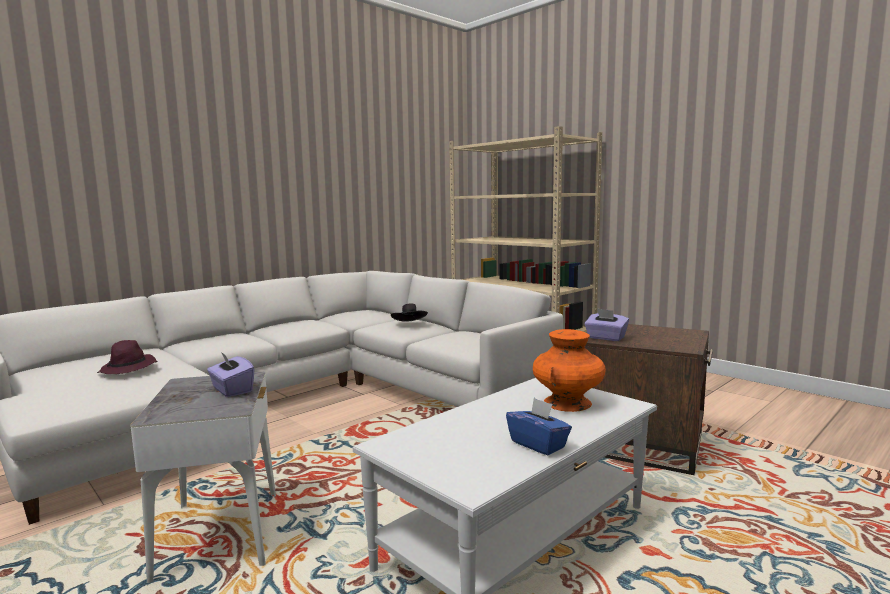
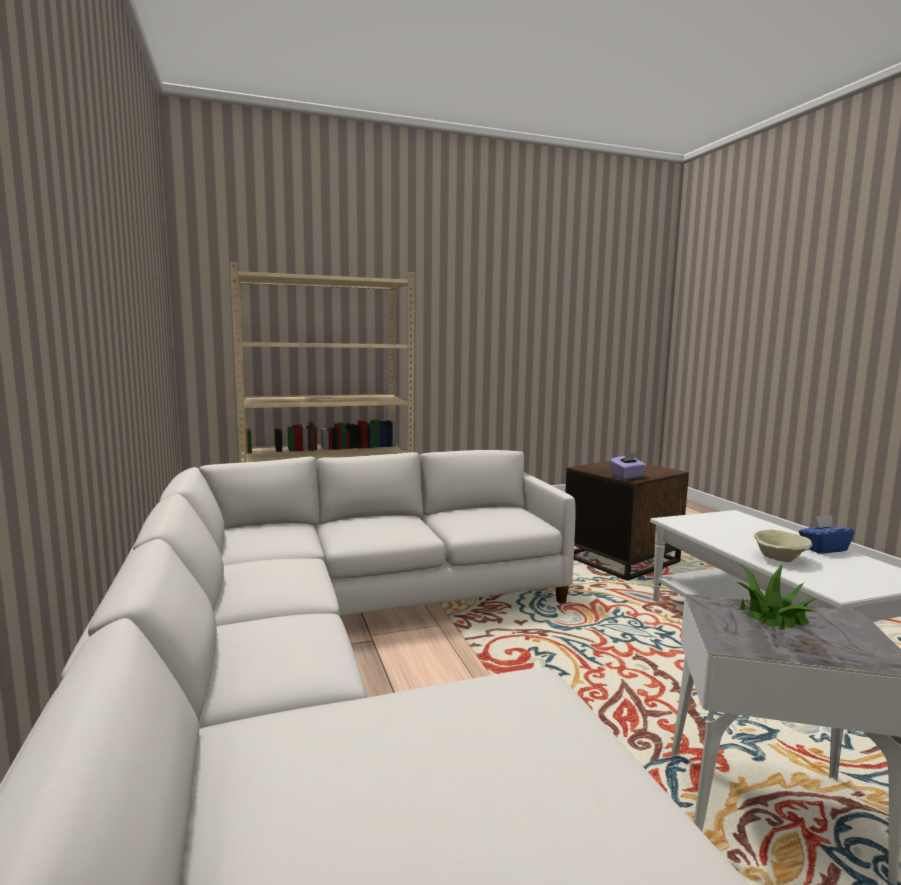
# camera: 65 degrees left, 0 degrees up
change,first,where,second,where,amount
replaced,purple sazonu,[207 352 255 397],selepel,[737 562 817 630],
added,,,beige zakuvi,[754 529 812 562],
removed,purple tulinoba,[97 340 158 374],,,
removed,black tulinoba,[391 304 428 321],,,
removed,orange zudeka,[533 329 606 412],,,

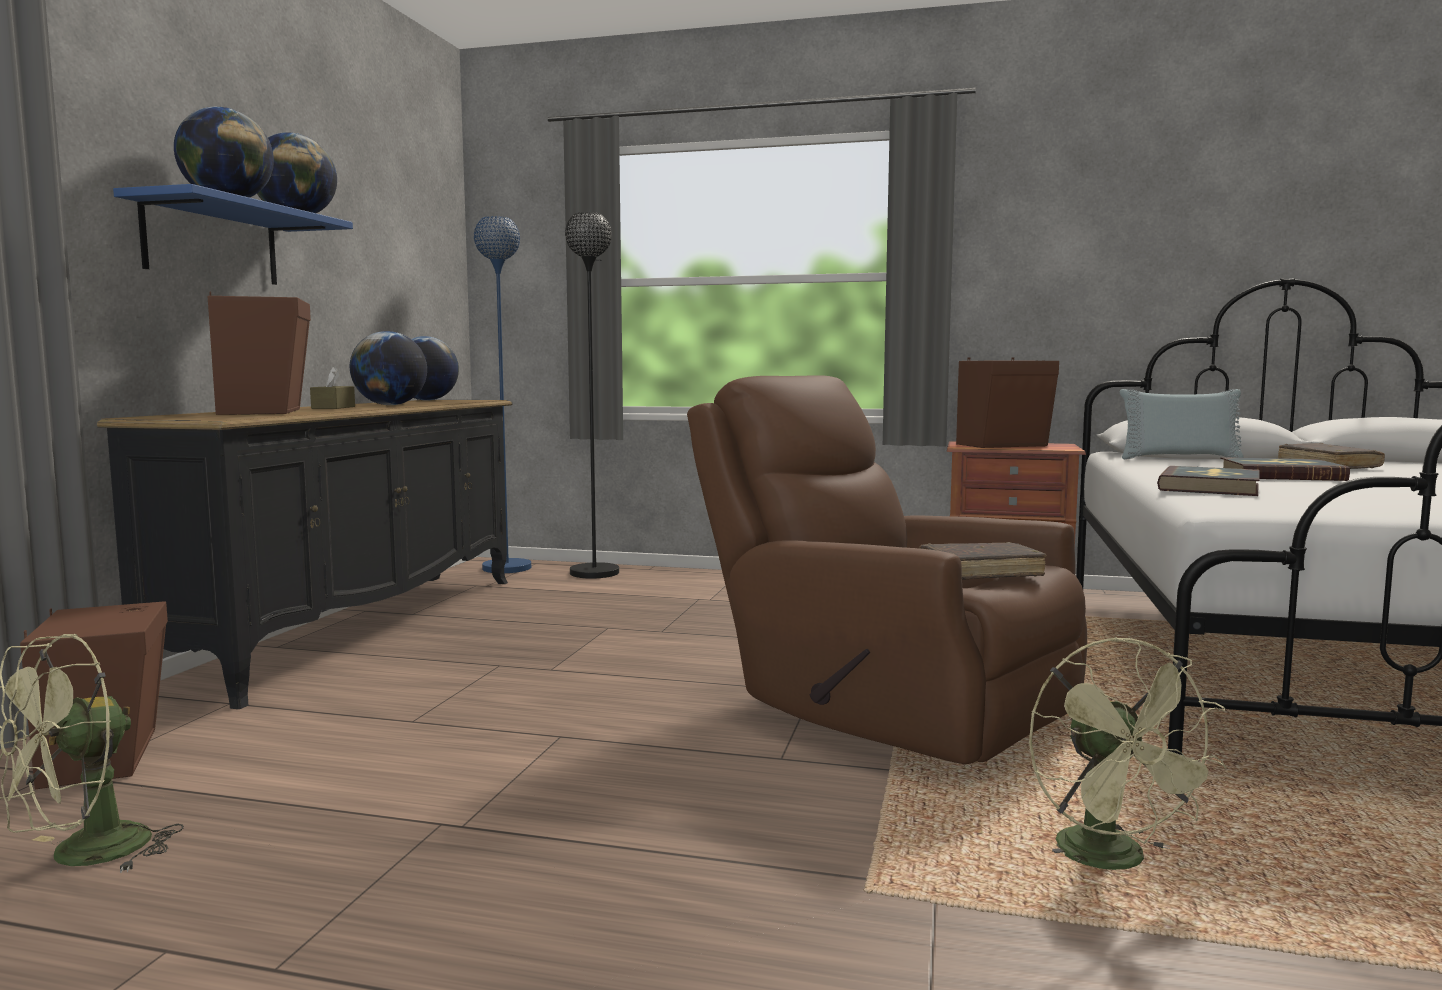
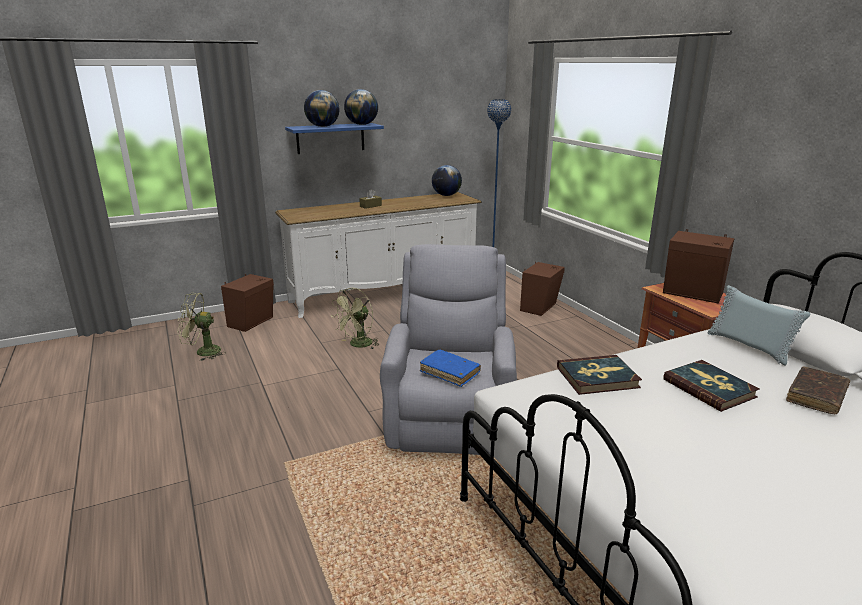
# camera: 50 degrees right, 15 degrees up
change,first,where,second,where,amount
recoloured,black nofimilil,[97 400 512 709],white nofimilil,[275 192 482 318],
moved,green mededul,[1029 637 1228 870],,[332 288 379 349],
recoloured,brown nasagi,[687 375 1087 764],grey nasagi,[380 244 517 455],
recoloured,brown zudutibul,[919 542 1047 580],blue zudutibul,[420 350 481 387],
moved,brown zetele,[208 292 311 415],,[520 262 565 316],
removed,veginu,[350 331 427 405],,,
removed,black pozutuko,[565 212 619 579],,,

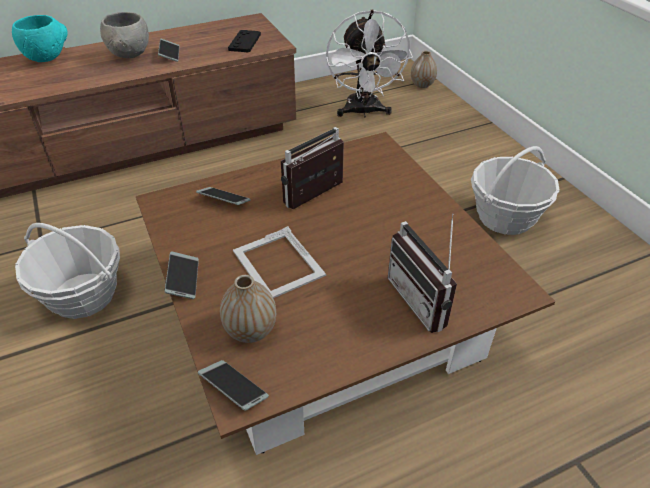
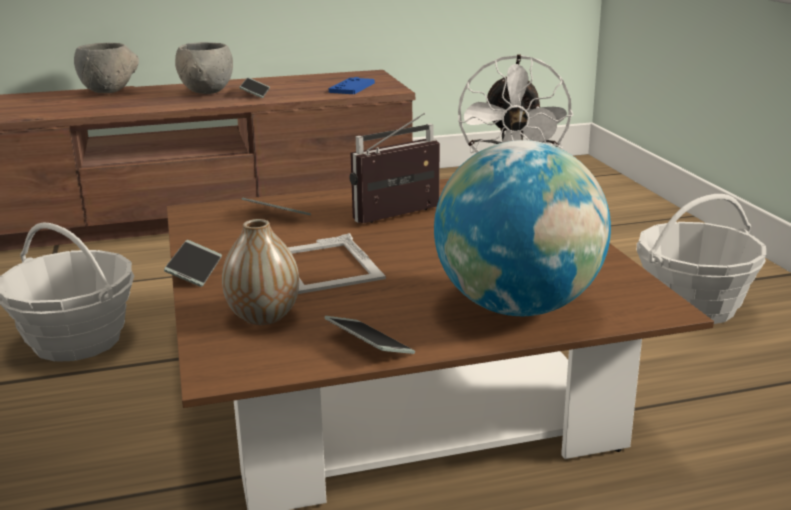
# camera: 10 degrees right, 20 degrees down
change,first,where,second,where,amount
recoloured,turquoise zakuvi,[12 15 68 62],grey zakuvi,[74 43 139 93],
moved,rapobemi,[198 360 269 411],,[324 316 415 354],
recoloured,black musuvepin,[228 30 261 52],blue musuvepin,[329 77 375 94],
replaced,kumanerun,[388 213 457 333],veginu,[434 140 611 316],
removed,zudeka,[411 51 437 88],,,

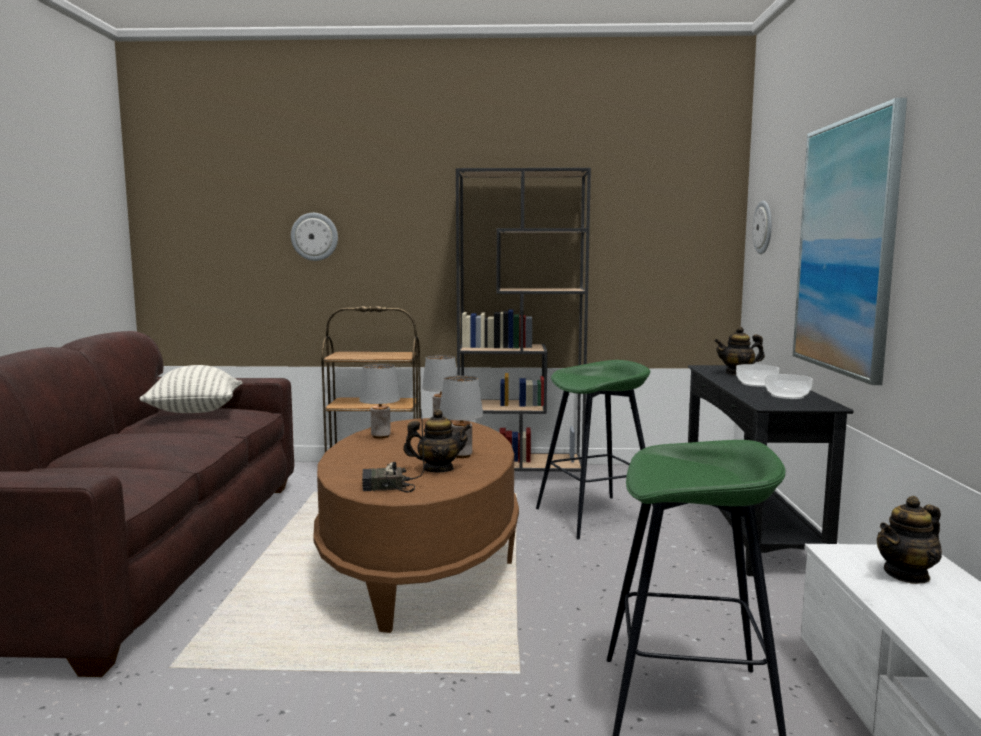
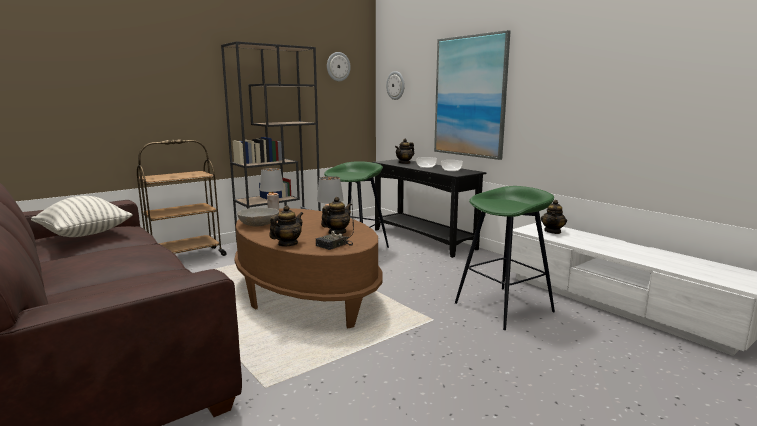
# camera: 40 degrees left, 5 degrees up
change,first,where,second,where,amount
replaced,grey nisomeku,[359 364 400 439],grey zakuvi,[237 208 279 227],
added,,,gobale,[269 205 303 246],
moved,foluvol,[291 213 338 261],,[327 52 351 81],

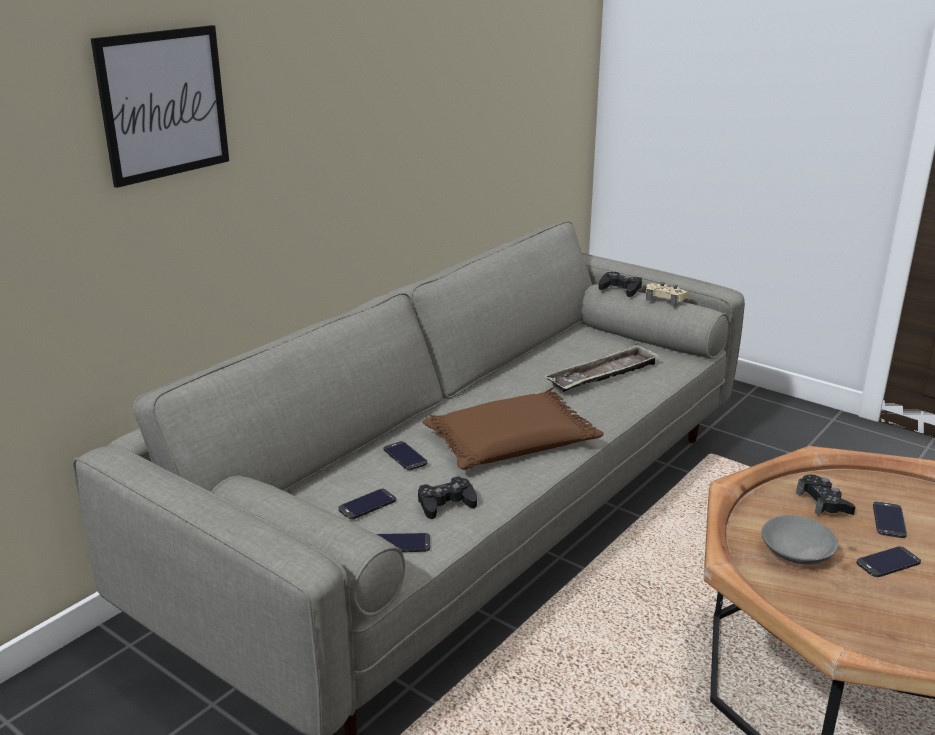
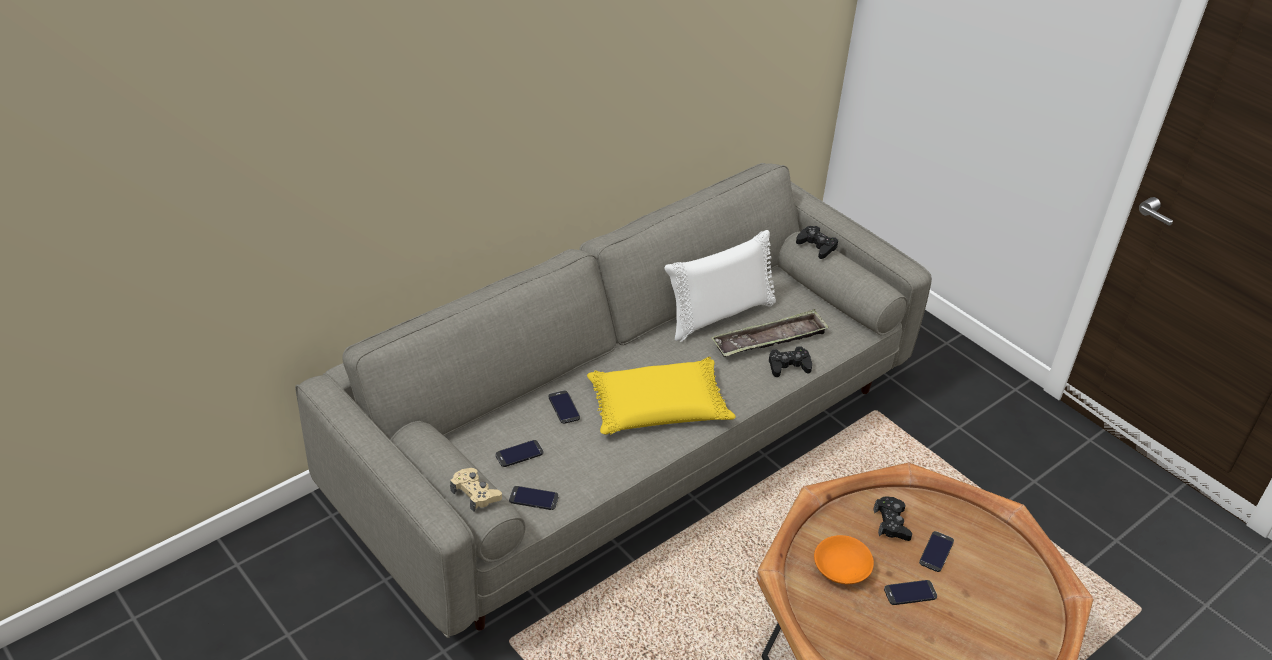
# camera: 10 degrees right, 15 degrees up
change,first,where,second,where,amount
moved,beige musuvepin,[646 282 690 306],,[450 468 502 512],
recoloured,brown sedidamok,[422 388 604 470],yellow sedidamok,[587 356 736 435],
added,,,white sedidamok,[664 230 776 342],
moved,black musuvepin,[418 476 477 519],,[769 346 812 377],
recoloured,grey zakuvi,[761 515 838 565],orange zakuvi,[814 535 874 584],
removed,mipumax,[91 25 229 188],,,

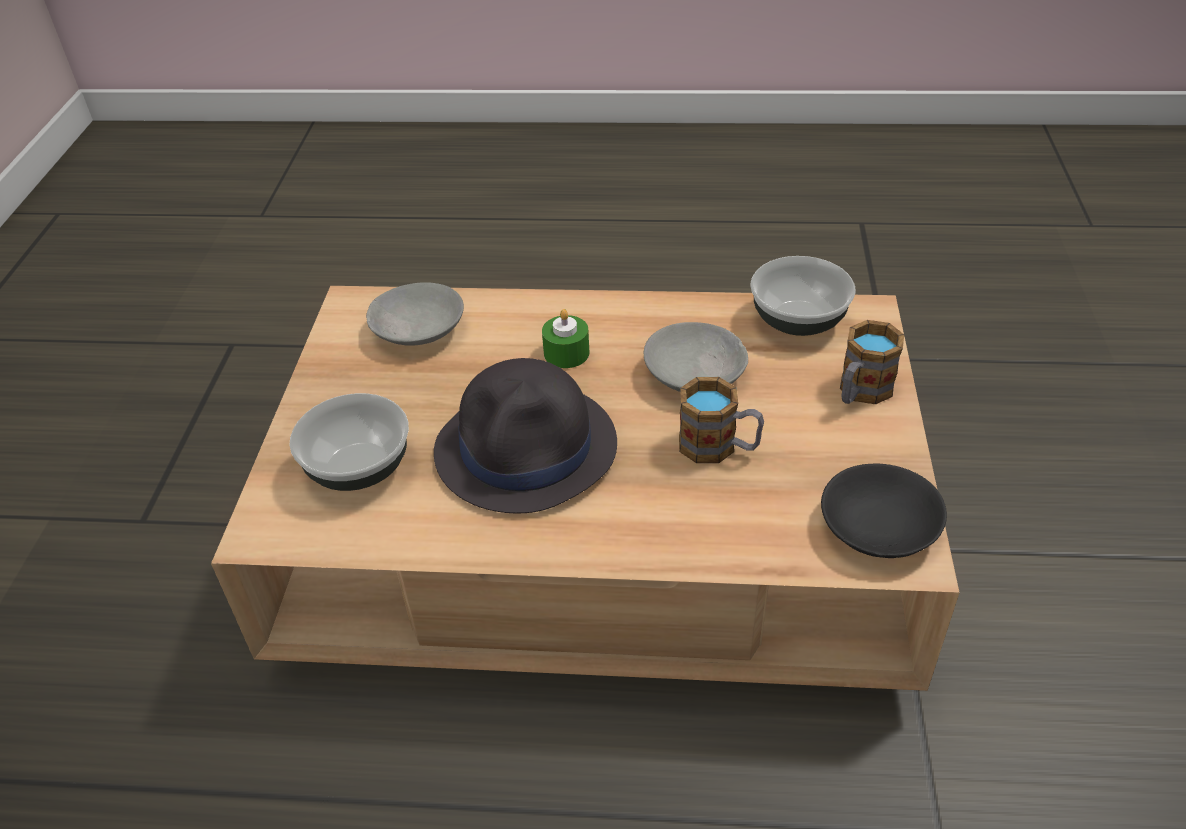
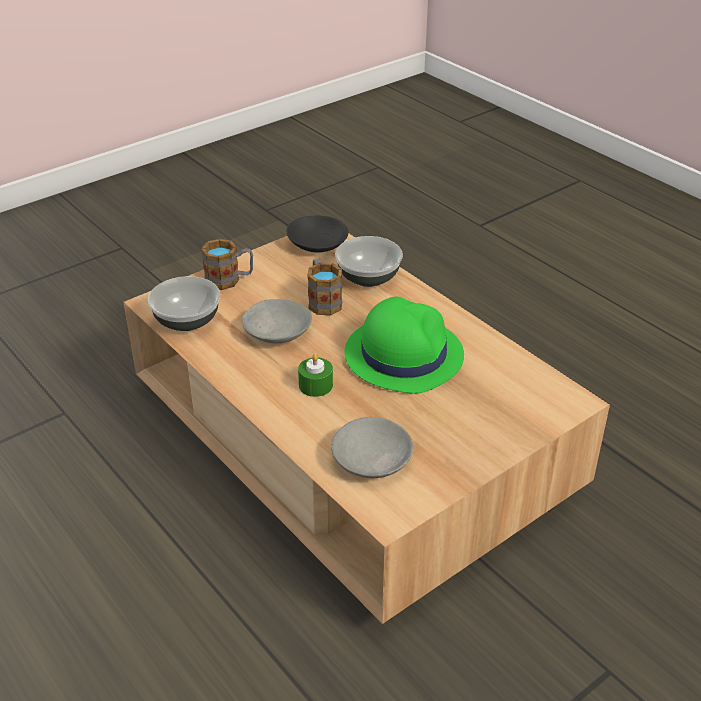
# camera: 135 degrees left, 5 degrees down
change,first,where,second,where,amount
moved,zakuvi,[290 393 409 491],,[335 236 403 287],
recoloured,black tulinoba,[434 358 617 514],green tulinoba,[344 297 464 394],

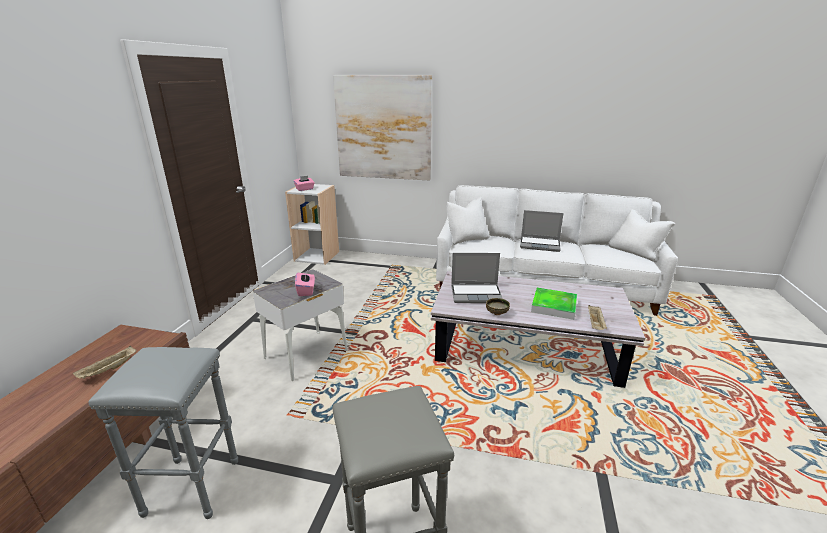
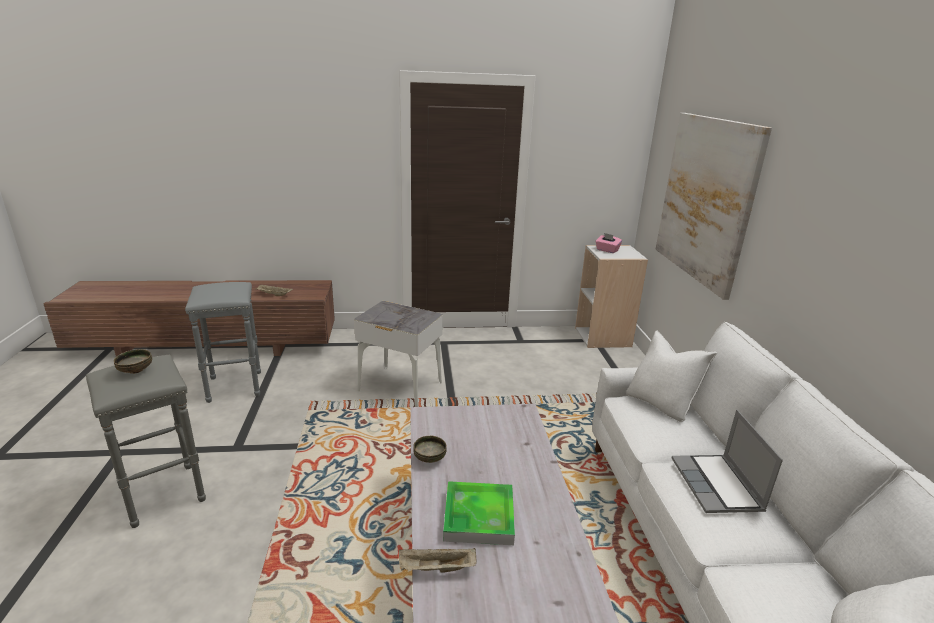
# camera: 70 degrees right, 0 degrees up
change,first,where,second,where,amount
added,,,zakuvi,[114 349 152 374],
removed,pink sazonu,[295 273 315 296],,,
removed,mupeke,[451 253 503 303],,,

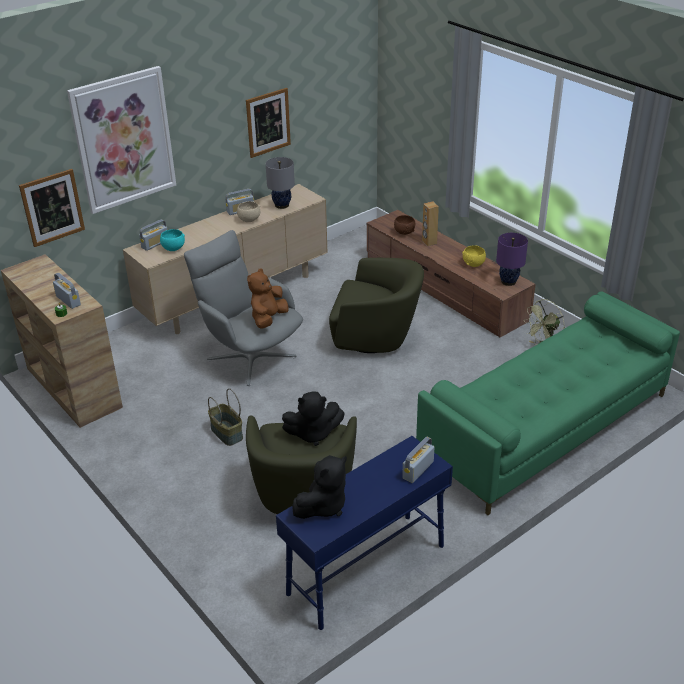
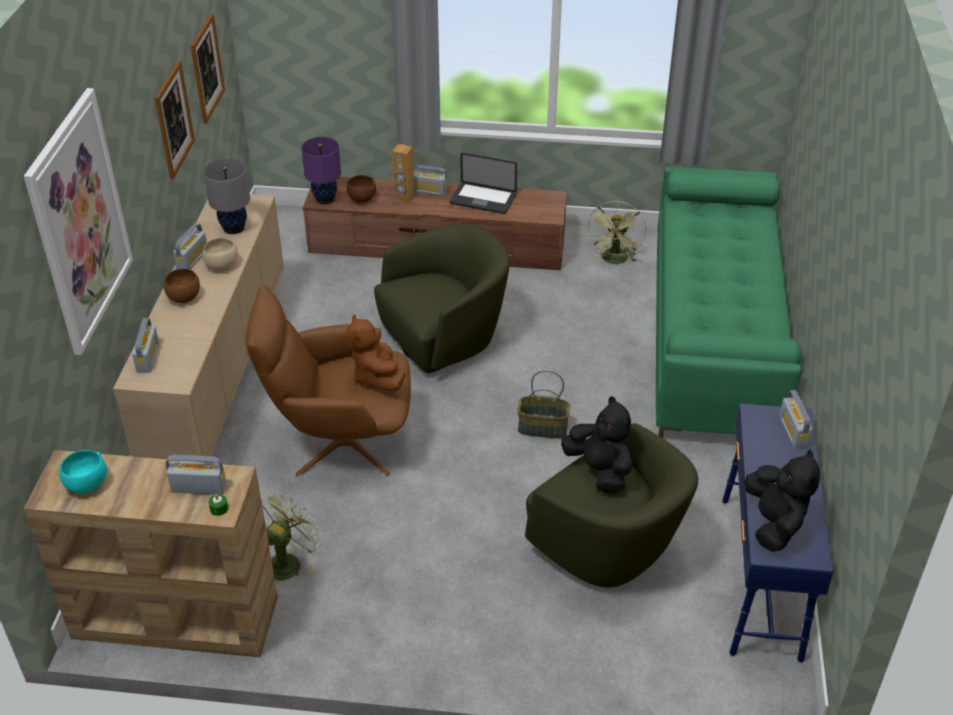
# camera: 45 degrees left, 5 degrees up
change,first,where,second,where,amount
moved,turquoise zakuvi,[160 229 185 251],,[59 450 107 493],
added,,,brown zakuvi,[164 269 200 303],
moved,mipumax,[19 169 85 247],,[191 13 225 124],
recoloured,grey nasagi,[184 230 303 386],brown nasagi,[246 284 411 477],
added,,,green mededul,[261 489 323 580],
moved,purple nisomeku,[496 233 528 286],,[302 137 341 204],
added,,,kumanerun,[413 165 447 196],
replaced,yellow zakuvi,[462 245 486 267],mupeke,[450 153 517 214],
moved,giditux,[208 388 243 446],,[518 370 570 439],
turned,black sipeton,[282 391 345 446],,[561 396 632 494],75 degrees counterclockwise

